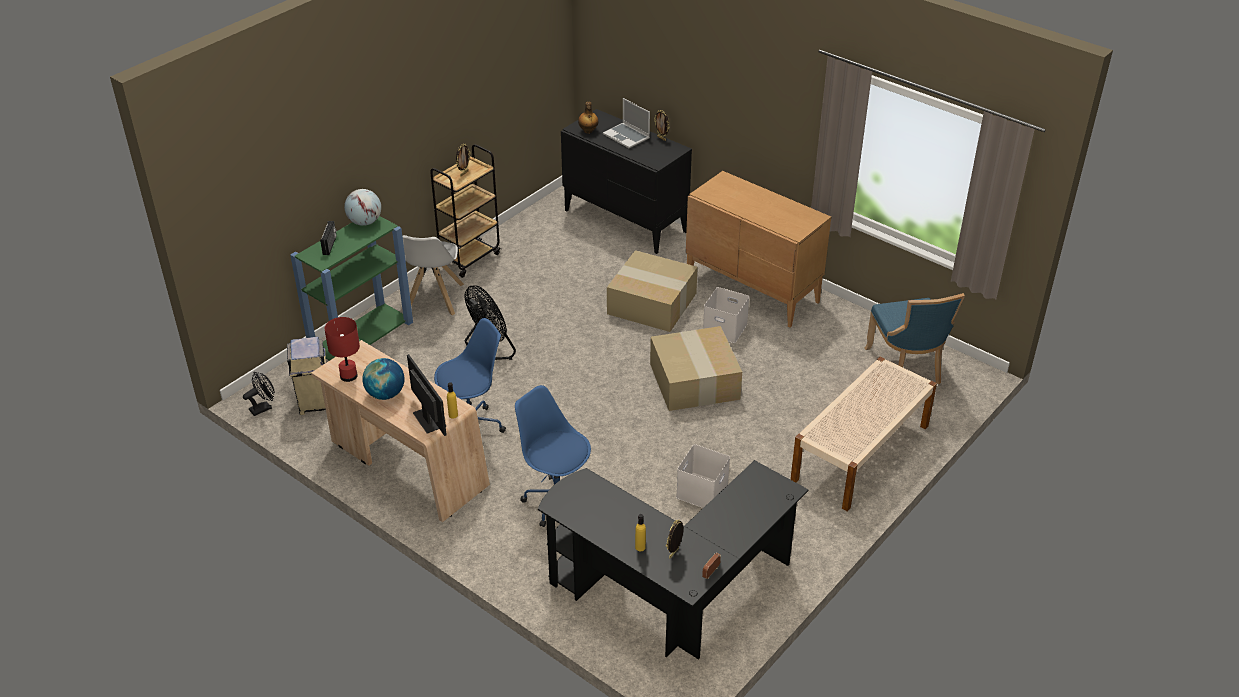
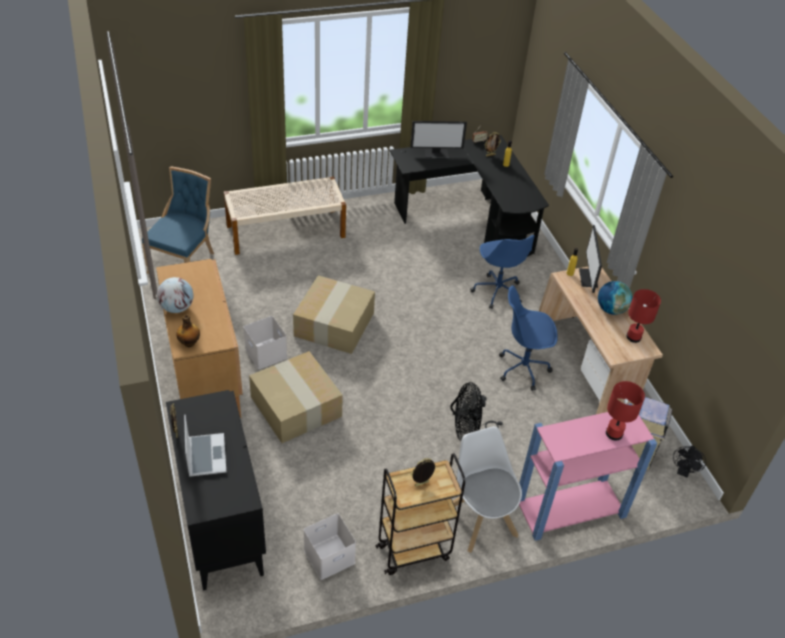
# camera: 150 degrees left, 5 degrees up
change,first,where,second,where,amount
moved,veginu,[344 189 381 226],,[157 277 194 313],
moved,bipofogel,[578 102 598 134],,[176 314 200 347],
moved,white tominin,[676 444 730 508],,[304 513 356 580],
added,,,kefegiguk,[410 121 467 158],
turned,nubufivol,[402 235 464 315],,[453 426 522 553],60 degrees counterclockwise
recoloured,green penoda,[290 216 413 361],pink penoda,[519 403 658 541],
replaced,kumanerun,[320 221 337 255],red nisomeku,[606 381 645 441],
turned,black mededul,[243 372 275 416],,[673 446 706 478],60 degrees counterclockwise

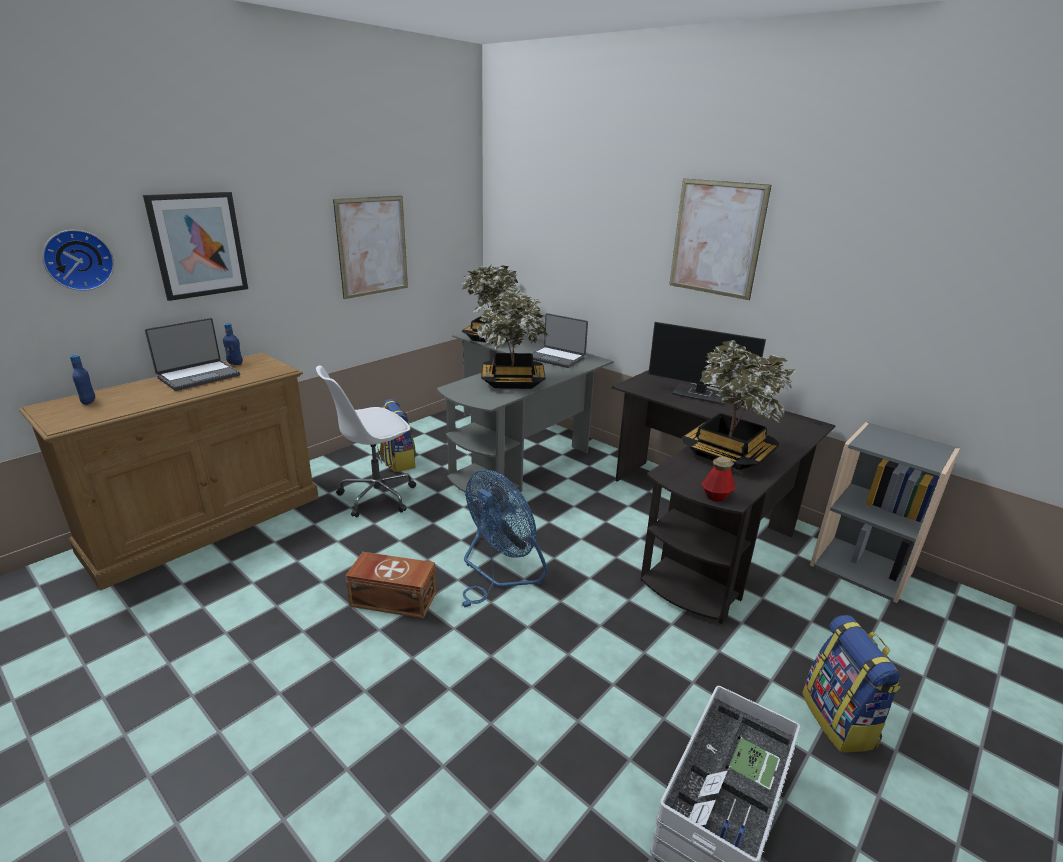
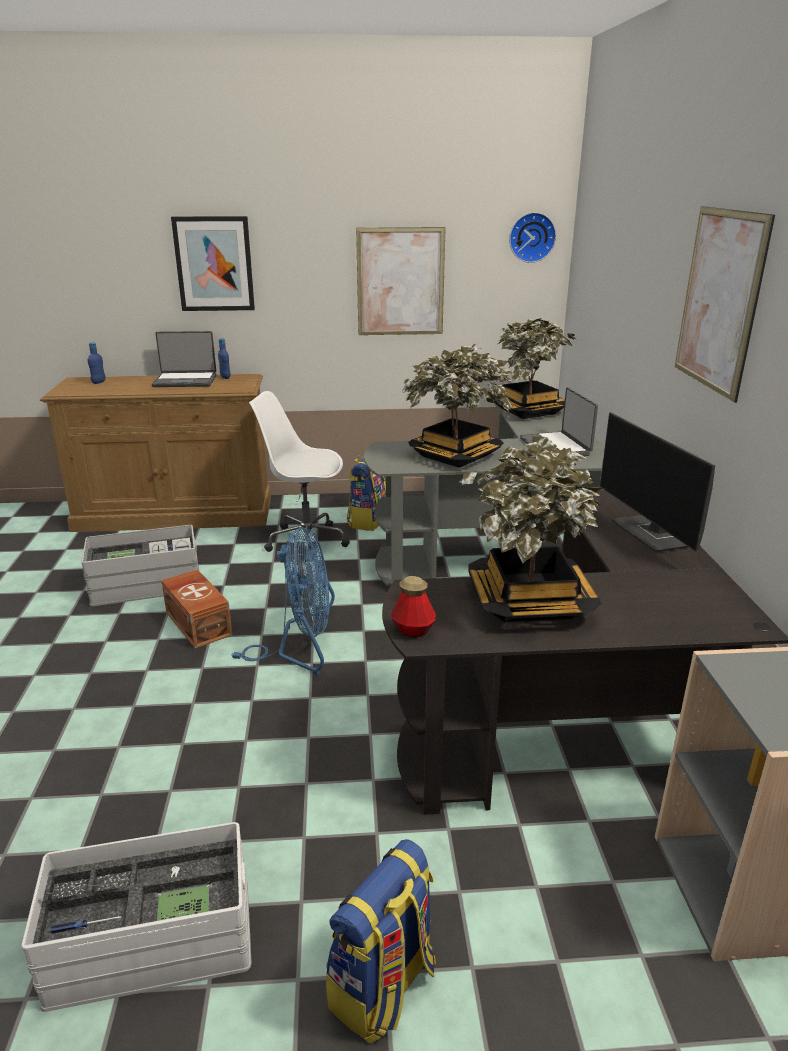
# camera: 45 degrees right, 0 degrees up
change,first,where,second,where,amount
added,,,grey tominin,[81 525 199 606],
moved,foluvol,[42 230 114 291],,[509 212 556 263],

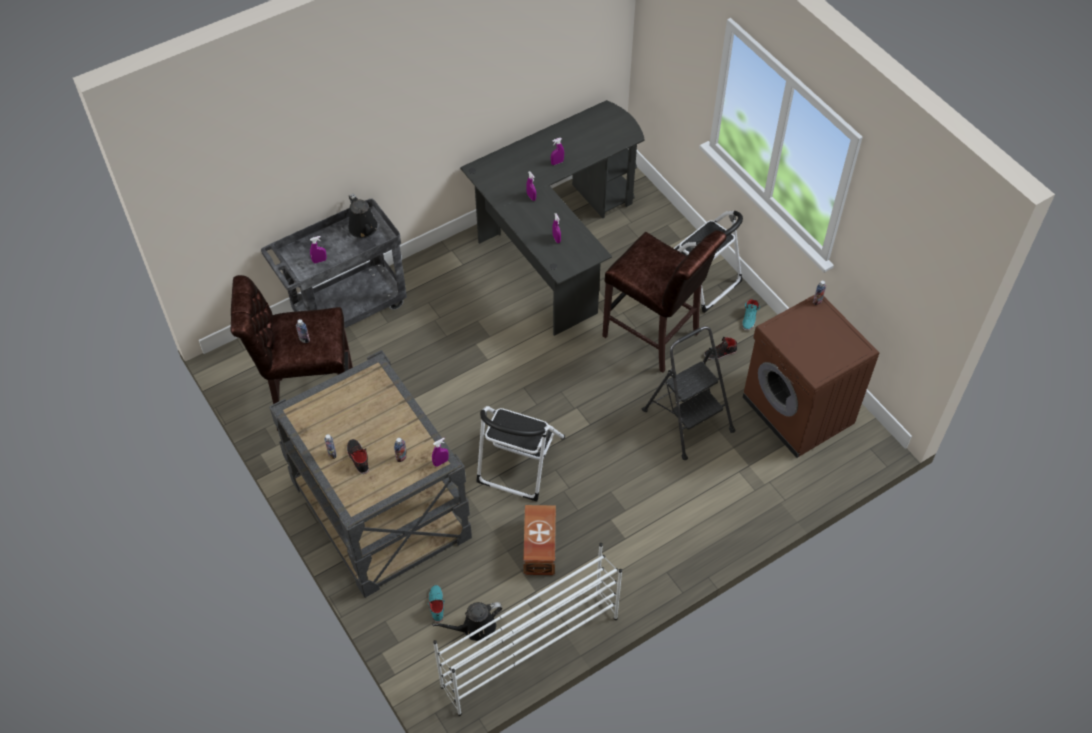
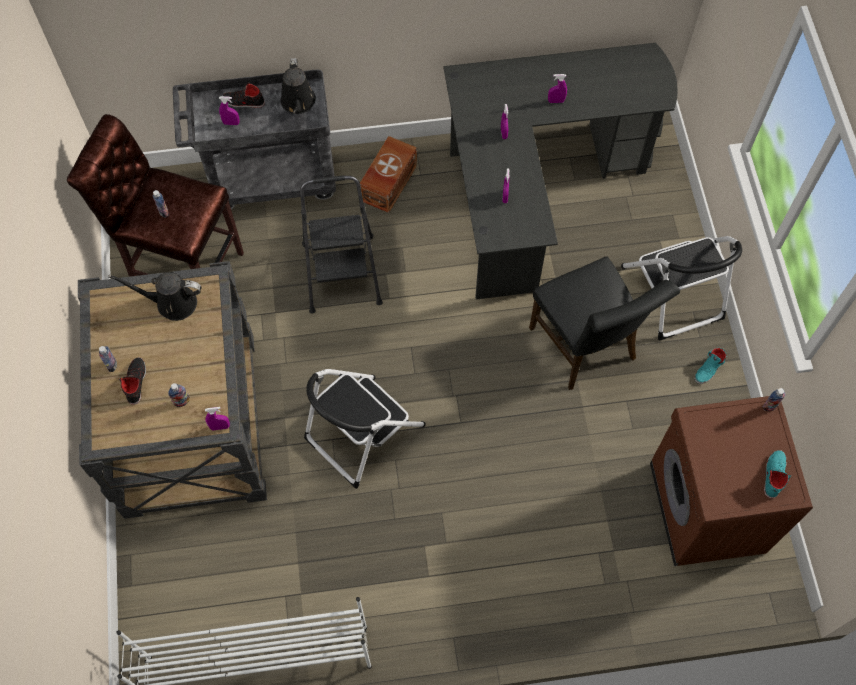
# camera: 25 degrees right, 10 degrees up
change,first,where,second,where,amount
moved,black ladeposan,[432 602 502 641],,[108 272 202 321],
moved,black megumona,[704 337 737 360],,[223 82 265 108],
moved,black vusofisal,[642 326 735 460],,[300 175 383 314],
moved,brown tominin,[523 505 556 575],,[360 136 417 213],
replaced,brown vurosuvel,[603 230 726 373],black nubufivol,[529 256 680 390],
moved,turquoise megumona,[428 585 445 622],,[764 450 791 499],

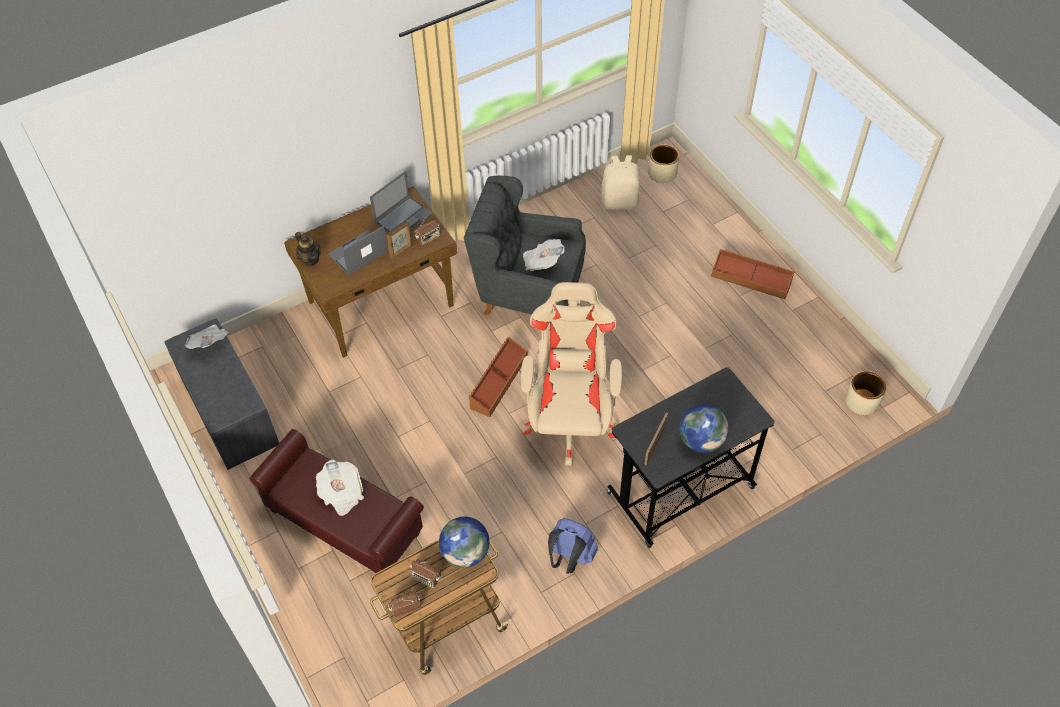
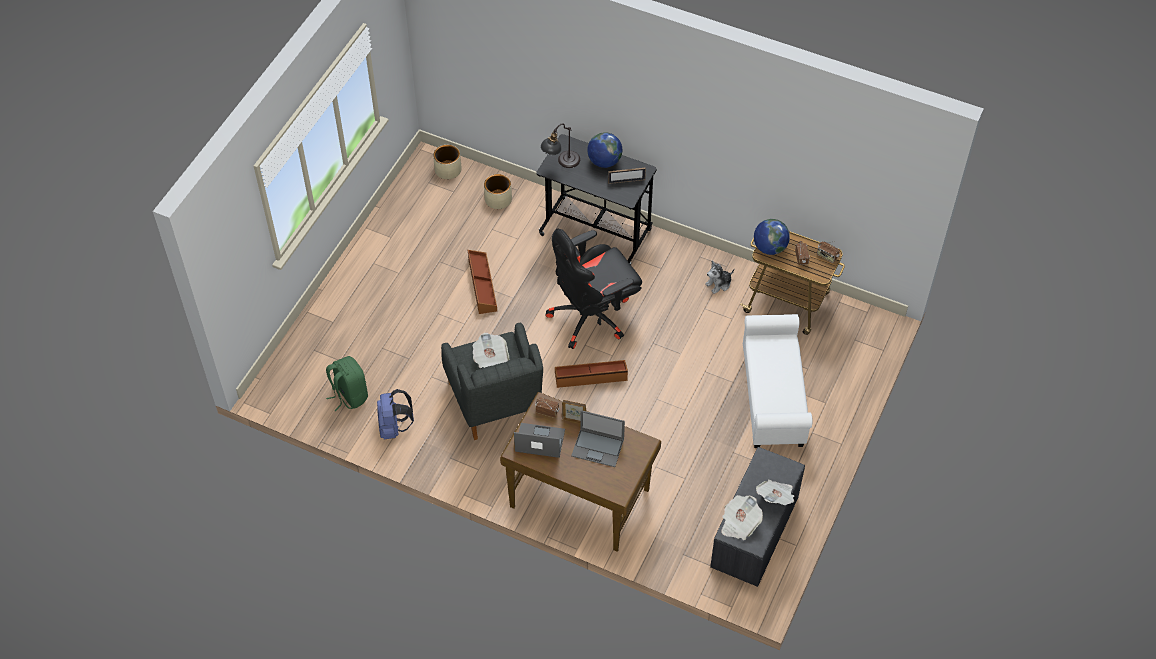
# camera: 125 degrees left, 0 degrees up
change,first,where,second,where,amount
recoloured,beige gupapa,[600 155 640 210],green gupapa,[326 356 368 411],
moved,blue gupapa,[548 518 598 574],,[377 389 414 439],
moved,brown tominin,[711 249 794 299],,[468 250 497 314],
moved,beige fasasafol,[648 144 679 183],,[484 174 512 209],
added,,,grey nisomeku,[540 123 580 168],
recoloured,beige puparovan,[521 282 622 466],black puparovan,[546 228 642 349],
added,,,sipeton,[705 261 734 294],
recoloured,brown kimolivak,[249 429 424 573],white kimolivak,[743 314 813 448],
moved,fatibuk,[316 460 364 516],,[756 479 795 505],
removed,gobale,[295 232 321 266],,,

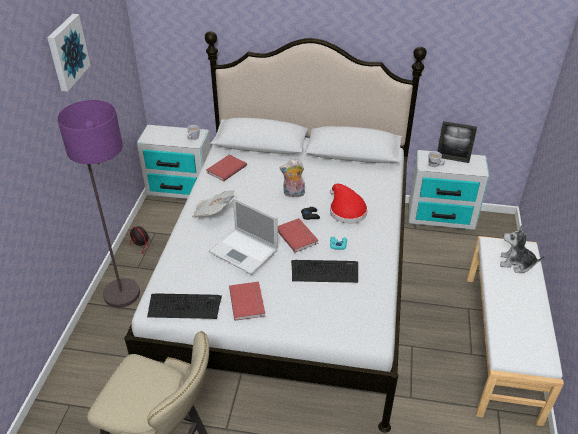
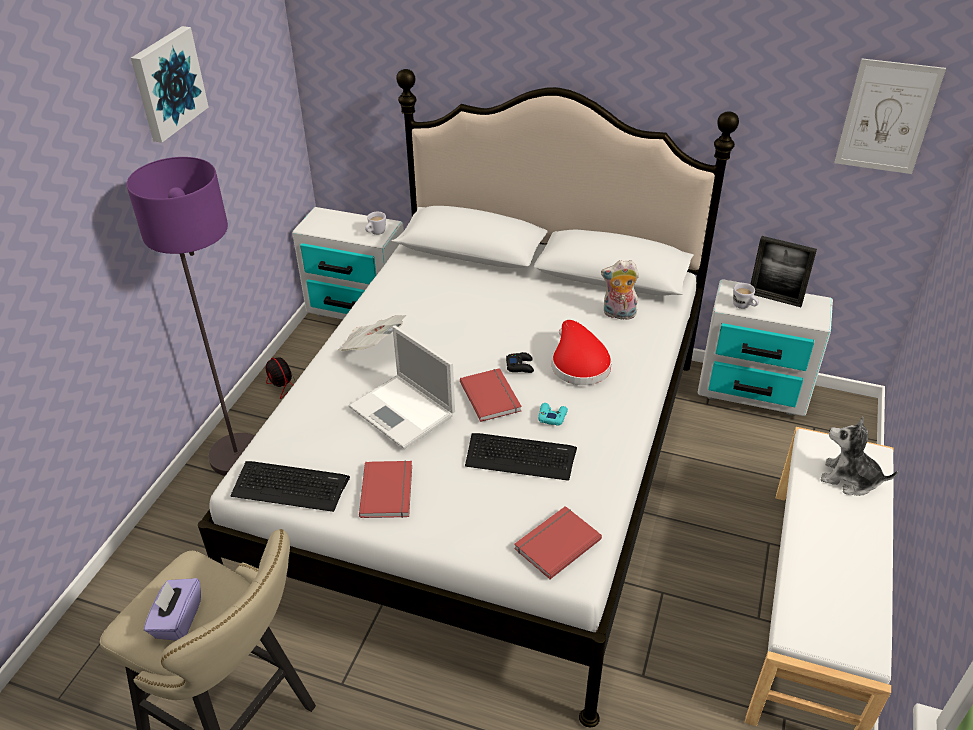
# camera: 10 degrees right, 0 degrees up
change,first,where,second,where,amount
added,,,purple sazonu,[144 578 201 641],
moved,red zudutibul,[206 155 247 182],,[514 506 602 579],
moved,sipeton,[280 159 305 199],,[601 260 639 320],
added,,,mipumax,[834 58 946 174],

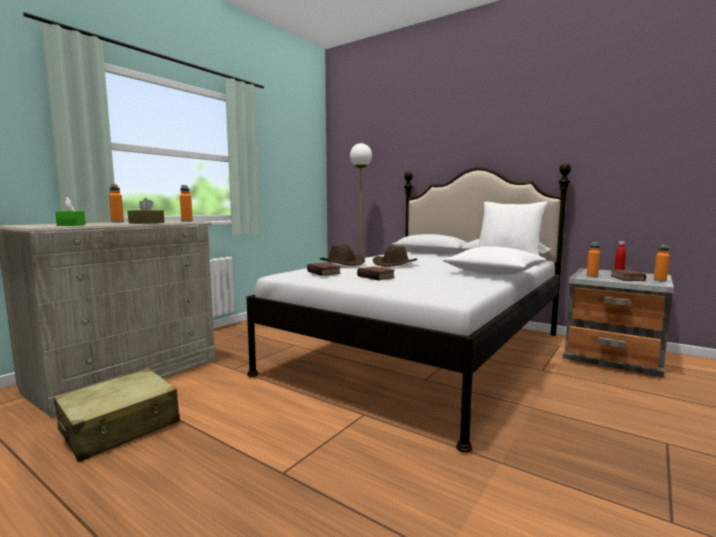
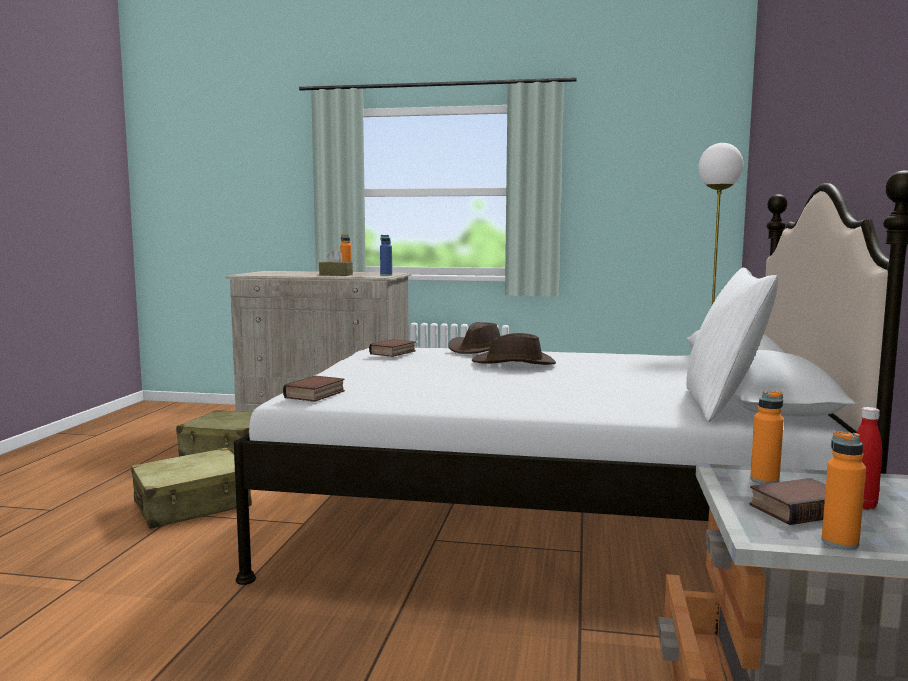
# camera: 65 degrees right, 0 degrees up
change,first,where,second,where,amount
added,,,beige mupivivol,[131 448 252 529],
moved,zudutibul,[357 267 395 280],,[283 376 345 402],
recoloured,orange bipofogel,[180 185 193 222],blue bipofogel,[380 235 392 276],
removed,green sazonu,[55 197 86 226],,,
removed,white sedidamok,[443 246 546 275],,,

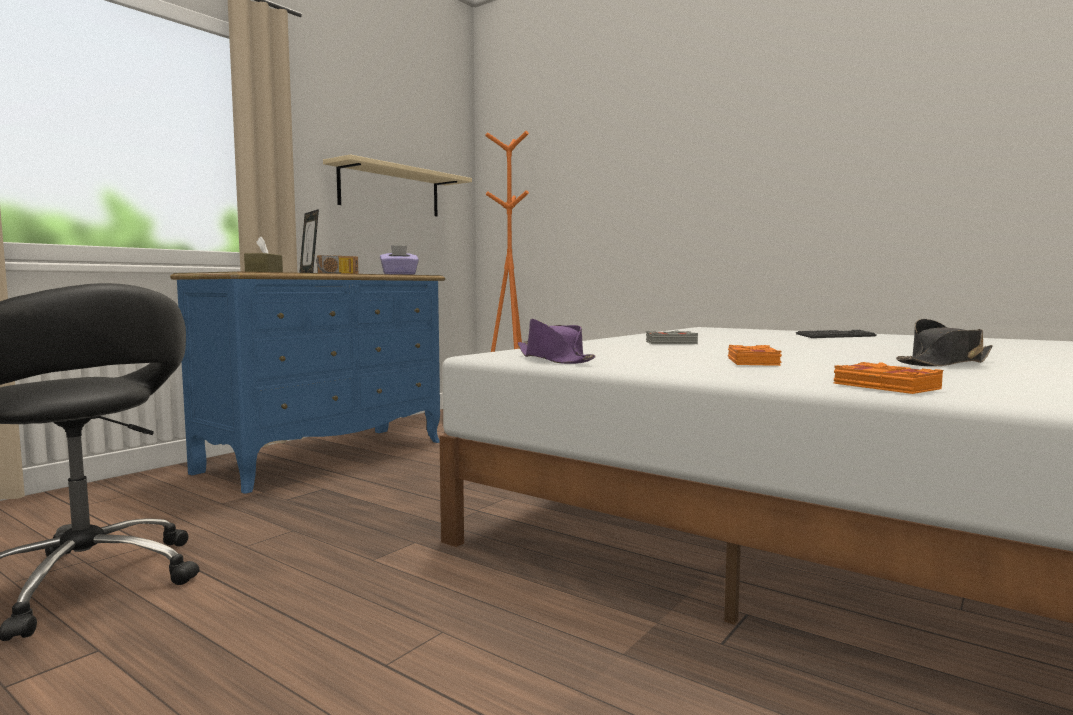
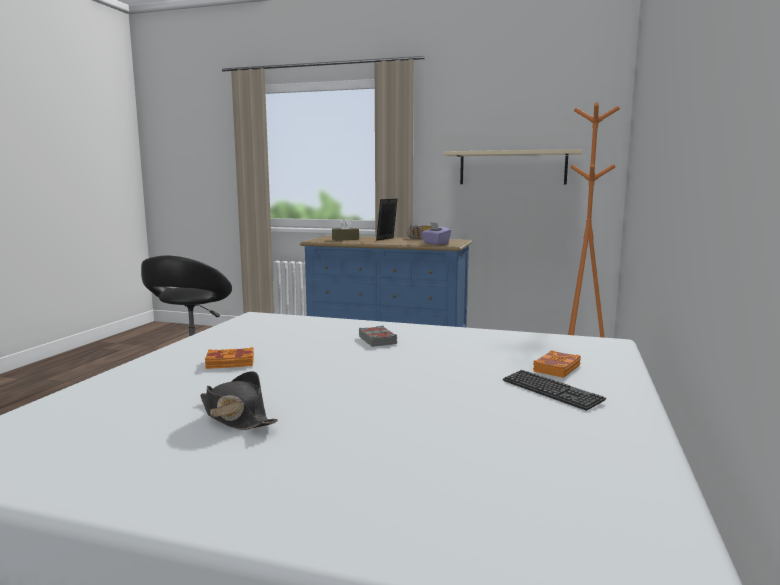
# camera: 70 degrees right, 5 degrees up
change,first,where,second,where,amount
moved,orange zudutibul,[834 362 943 394],,[533 350 581 378],
removed,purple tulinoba,[518 319 596 364],,,

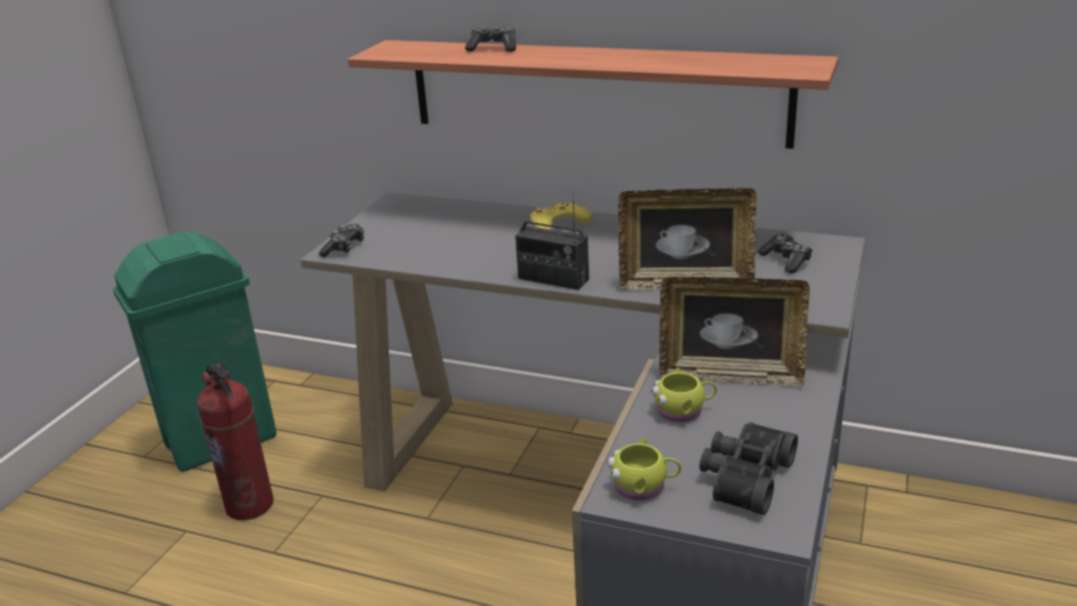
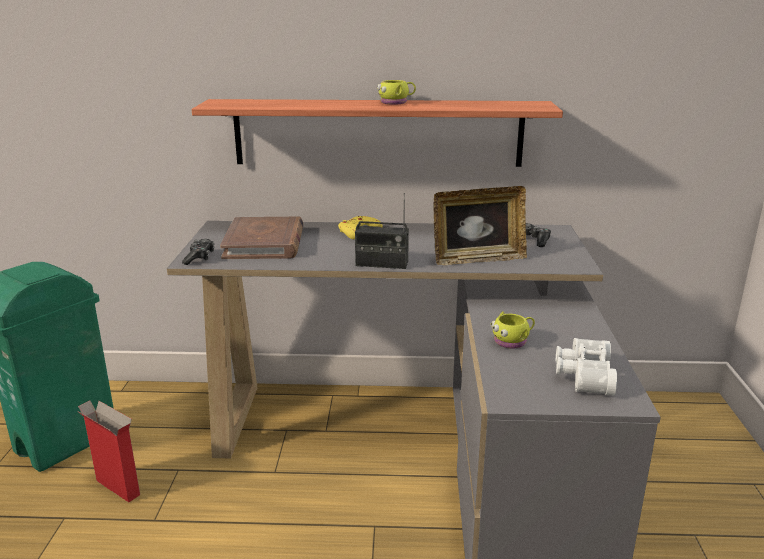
# camera: 20 degrees left, 5 degrees down
change,first,where,second,where,amount
replaced,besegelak,[197 362 274 520],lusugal,[78 401 140 502],
added,,,brown zudutibul,[220 217 304 259],
moved,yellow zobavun,[607 438 681 501],,[377 80 416 105],
recoloured,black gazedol,[700 422 798 515],white gazedol,[556 338 617 395],
removed,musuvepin,[465 27 516 51],,,
removed,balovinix,[659 277 810 387],,,

